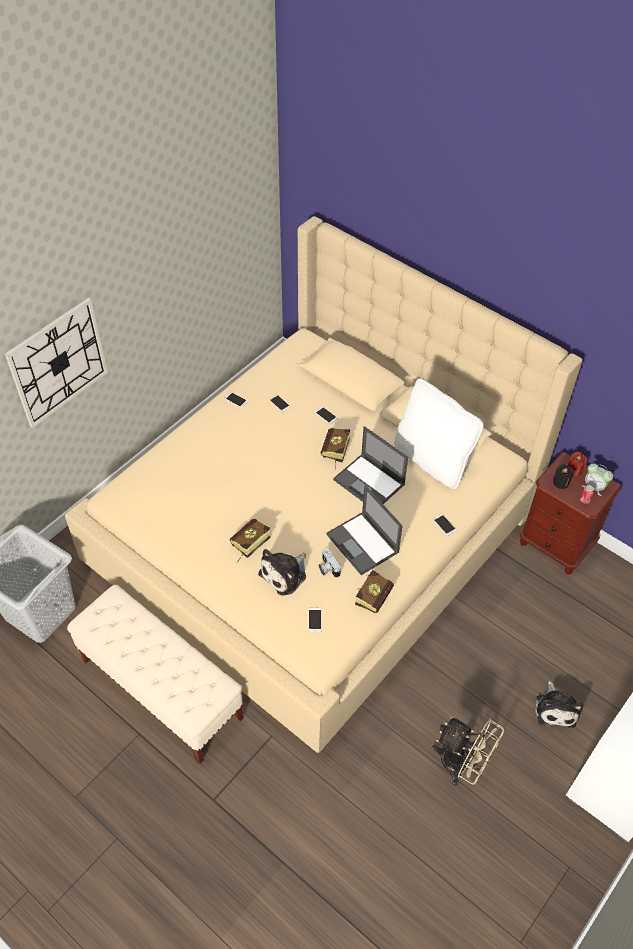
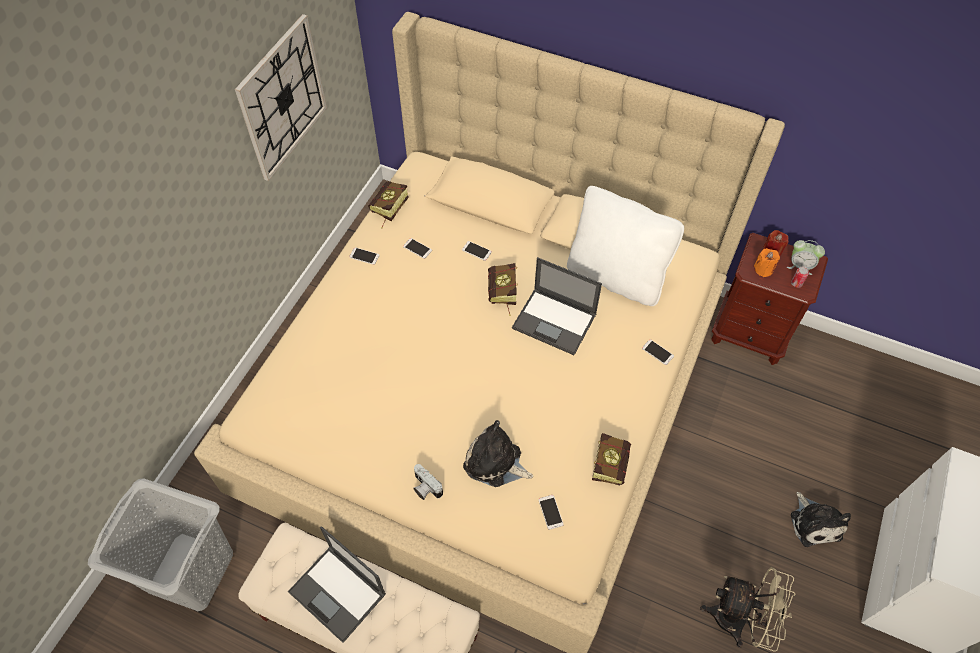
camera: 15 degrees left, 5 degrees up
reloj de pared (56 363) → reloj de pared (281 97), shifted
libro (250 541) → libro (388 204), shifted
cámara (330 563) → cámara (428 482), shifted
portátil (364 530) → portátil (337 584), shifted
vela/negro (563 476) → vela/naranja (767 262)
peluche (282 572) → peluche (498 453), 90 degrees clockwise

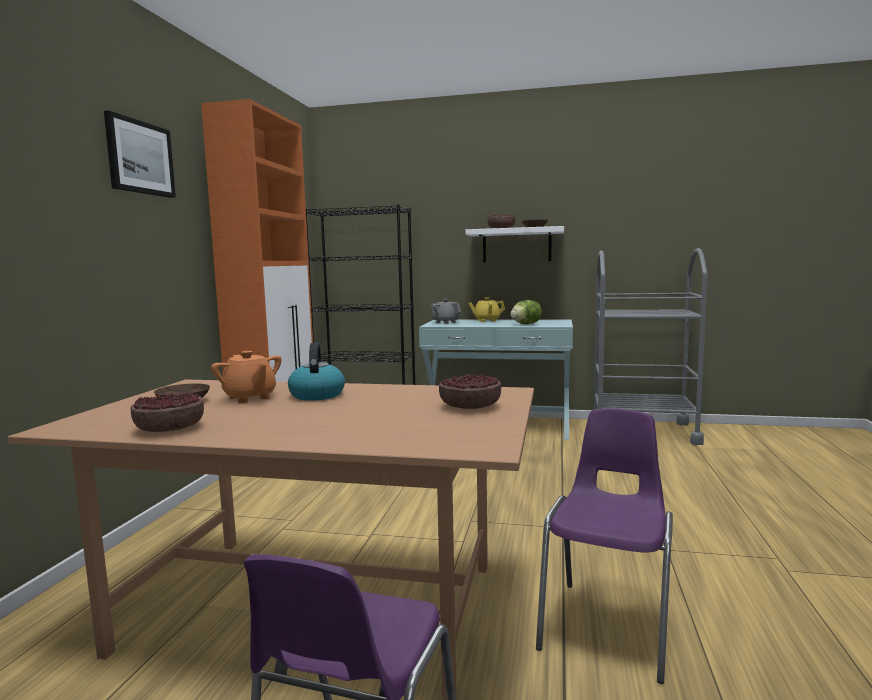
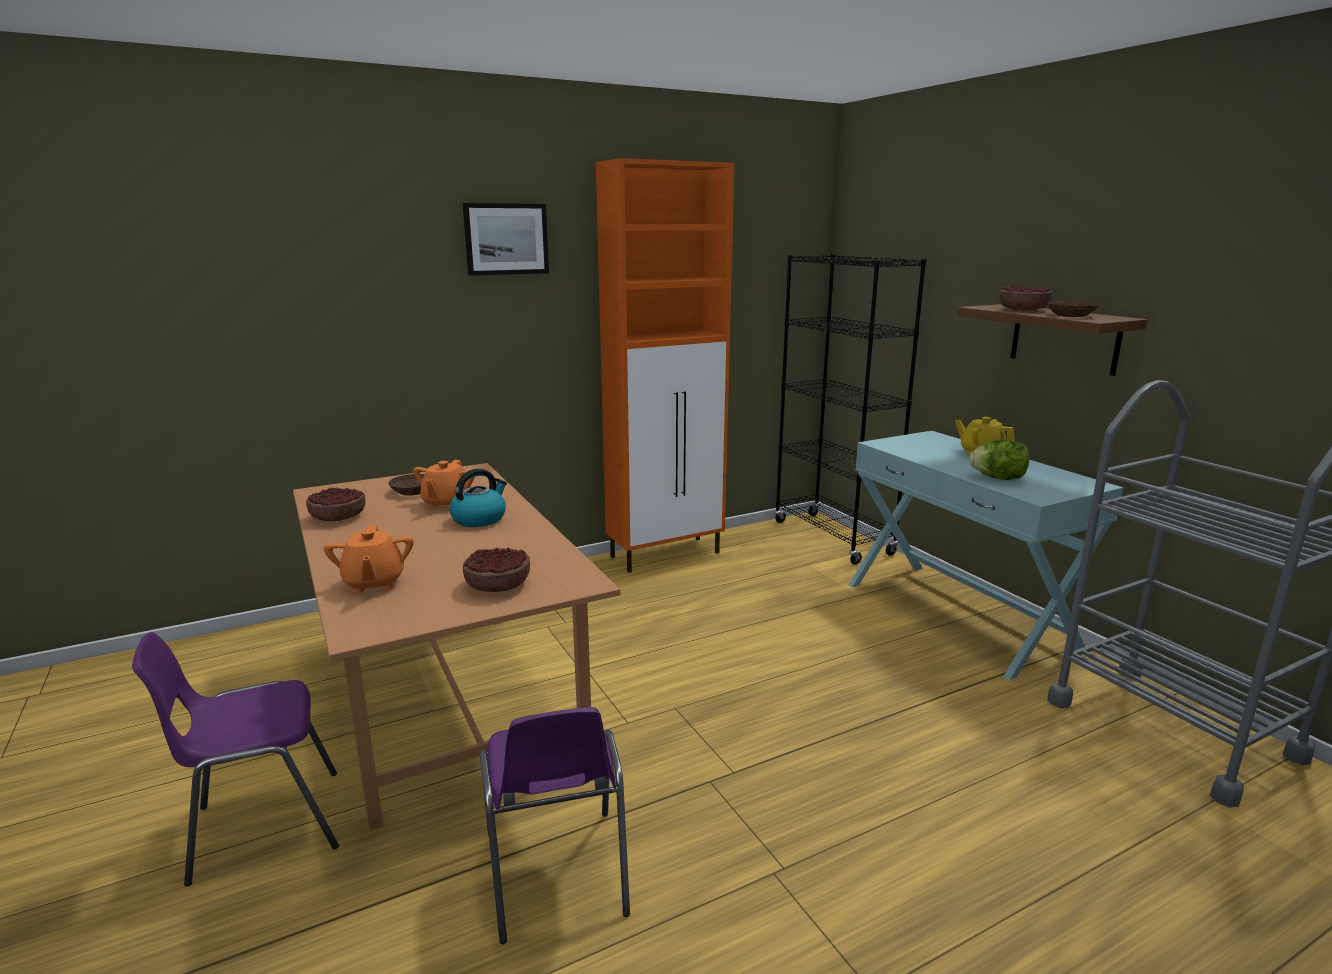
camera: 50 degrees right, 10 degrees up
tetera/gris (445 311) → -
- → tetera/naranja (368 559)
estante/blanco (514 244) → estante/marrón (1052 340)
silla/morado (604 546) → silla/morado (555 825), 90 degrees clockwise

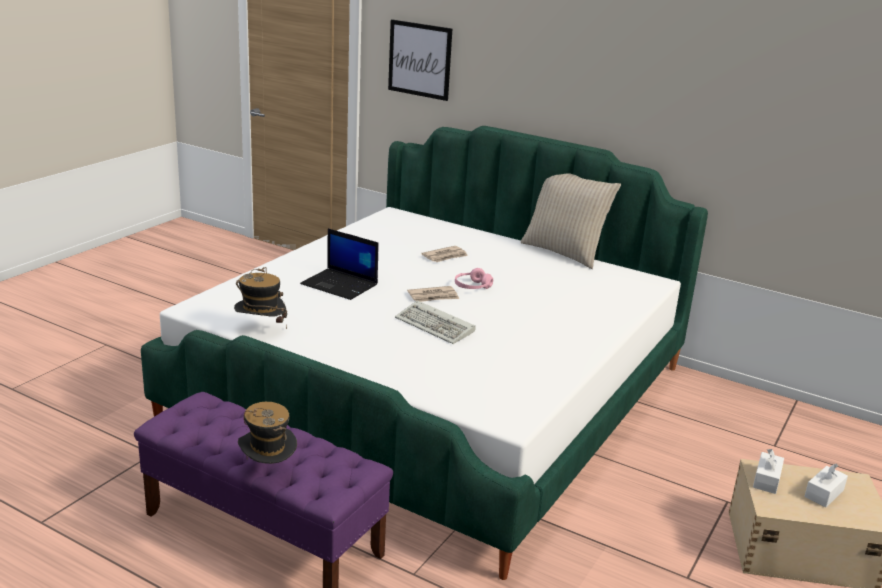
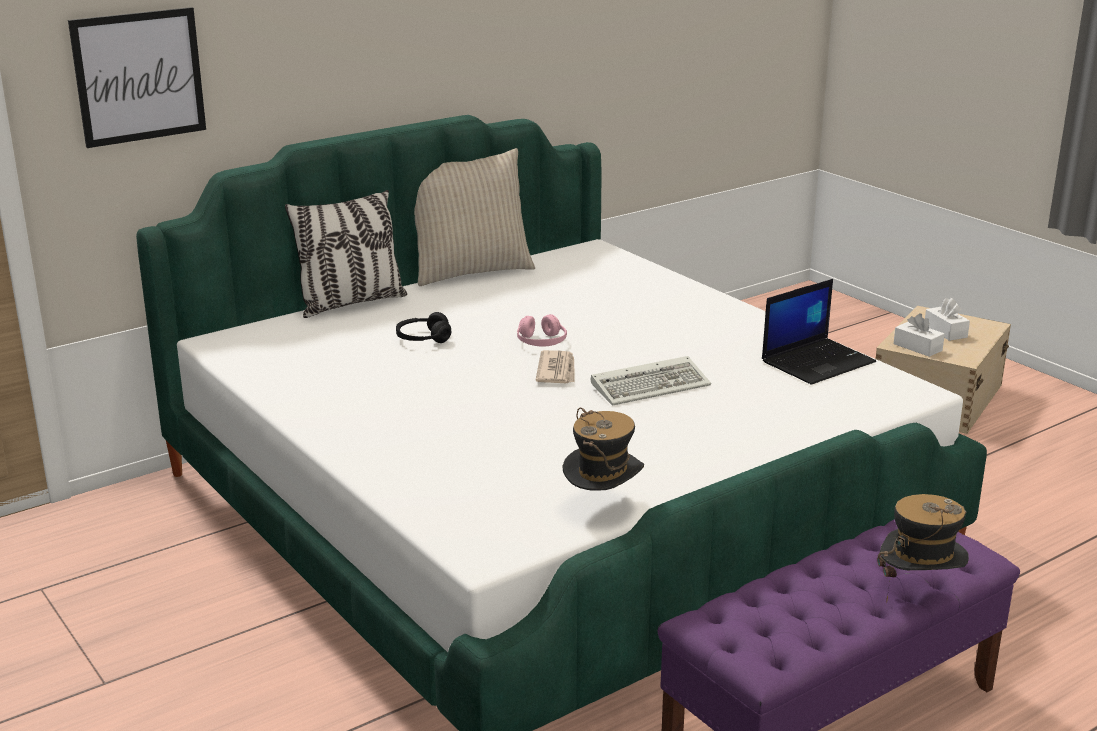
camera: 65 degrees left, 0 degrees up
- → cojín (346 254)
portátil (339 264) → portátil (819 332), shifted
periódico (444 254) → auriculares/negro (423 327)

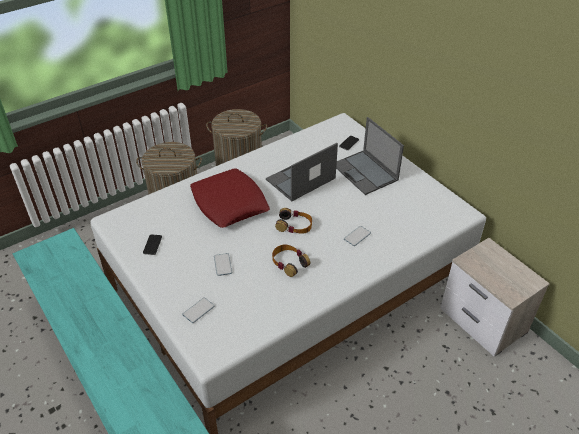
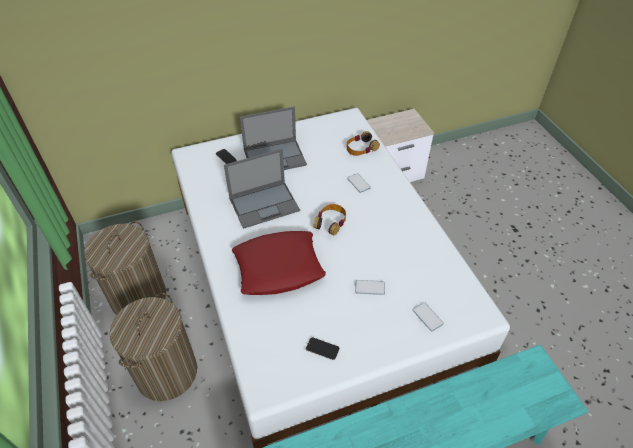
camera: 75 degrees left, 5 degrees up
auriculares (291 260) → auriculares (363 143), shifted
portátil (302 172) → portátil (262 189), 90 degrees counterclockwise

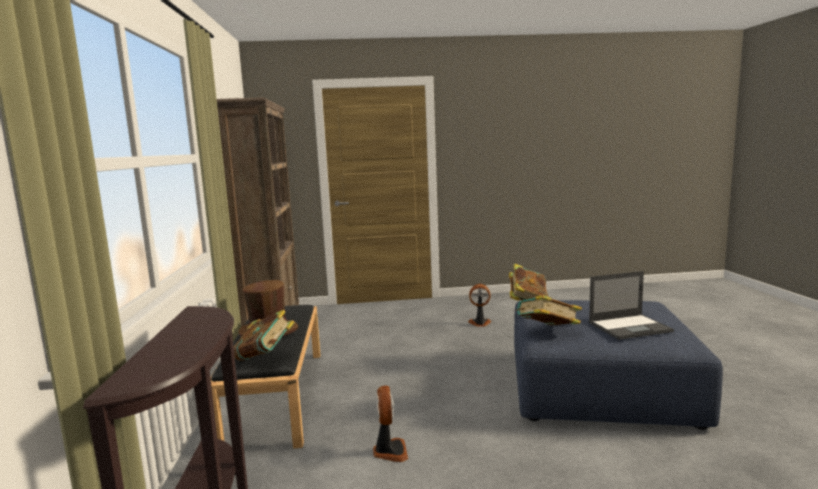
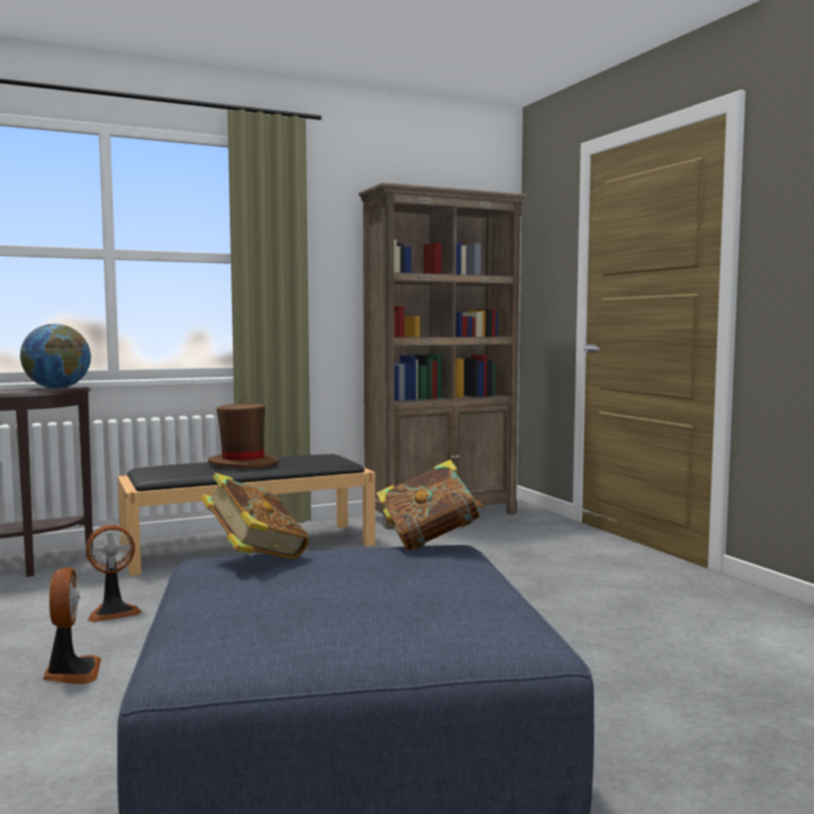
camera: 70 degrees right, 5 degrees down
libro (264 335) → -
portátil (631 305) → -
- → globo terráqueo (55 356)
ventilador (479 305) → ventilador (72 625), shifted

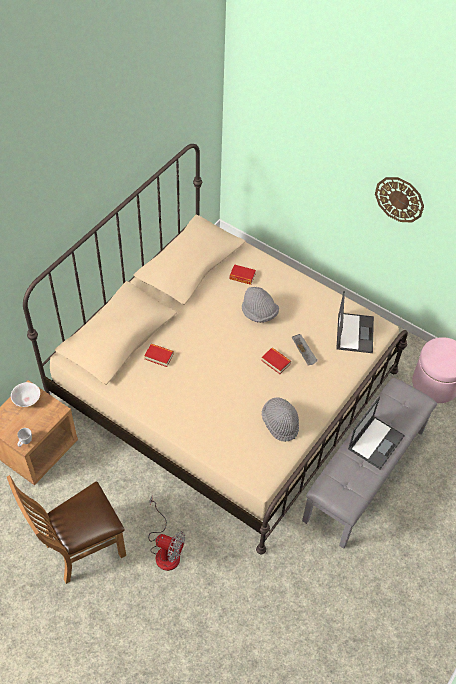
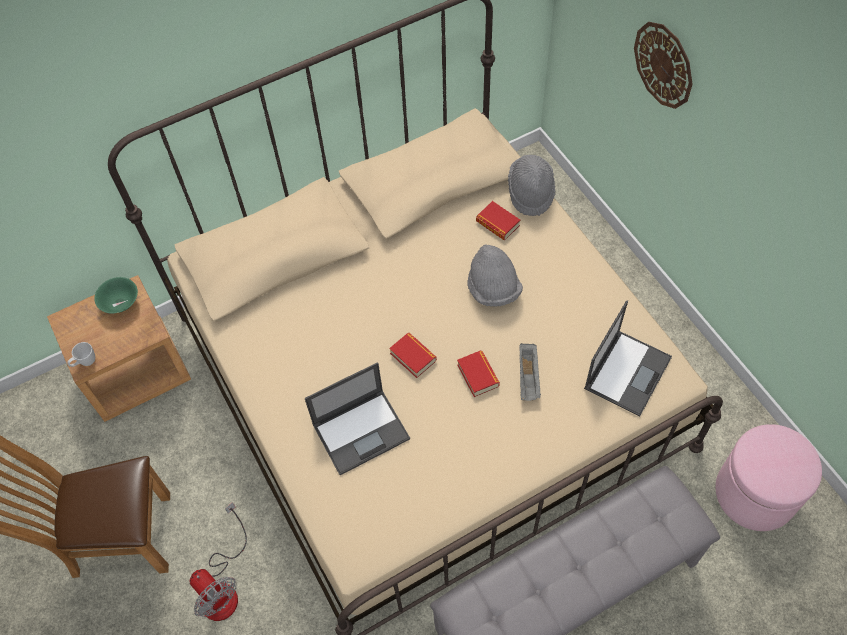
camera: 30 degrees right, 5 degrees up
libro (159 355) → libro (413 355), shifted
sombrero/gris (280 420) → sombrero/gris (531 185), shifted
portátil (376 433) → portátil (357 418), shifted
reloj de pared (399 199) → reloj de pared (663 65), shifted
cuenco/blanco (25 394) → cuenco/verde (116 295)

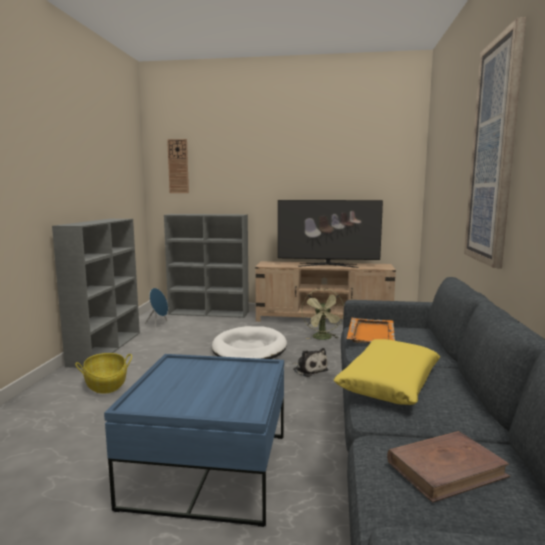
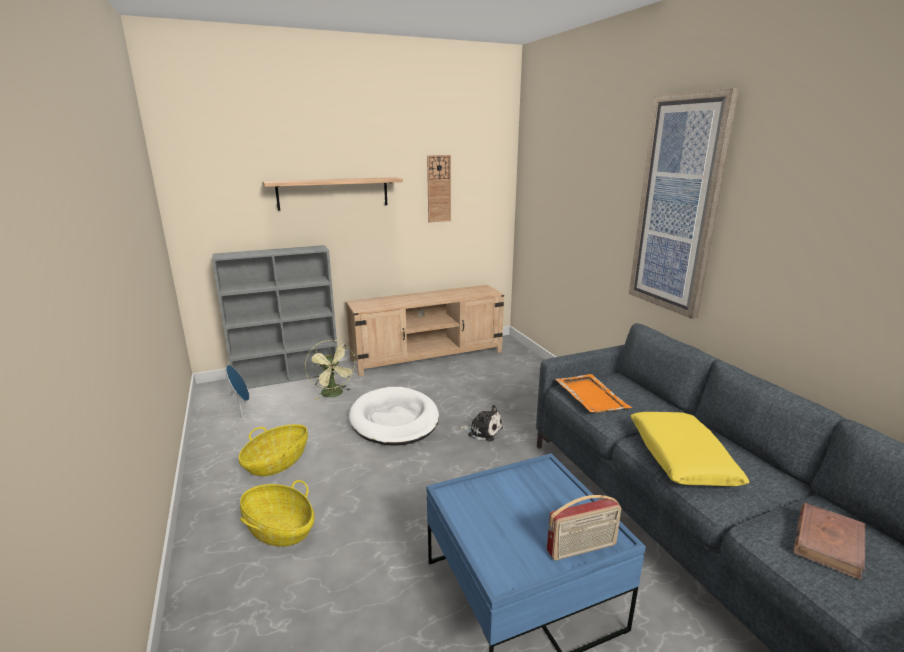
camera: 30 degrees left, 10 degrees up
estantería/gris (96 293) → -
televisor (330 234) → -
- → cesta (273 450)
- → estante (333 193)
- → radio (584 527)
reloj de pared (178 166) → reloj de pared (439 188), shifted
ventilador/verde (322 314) → ventilador/verde (331 370), shifted

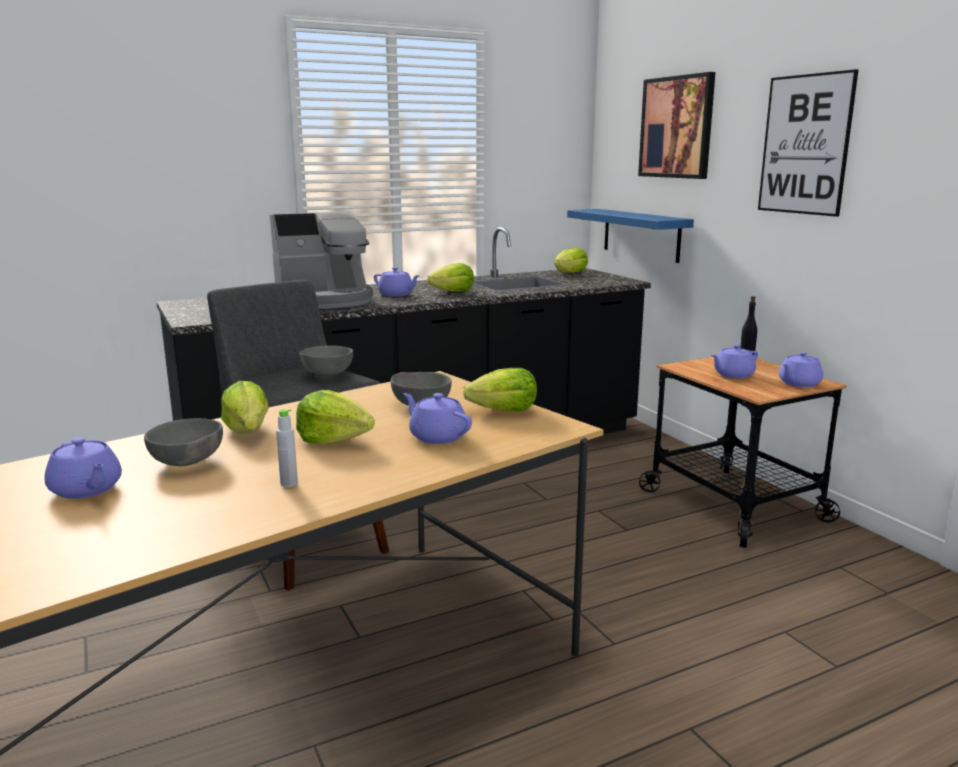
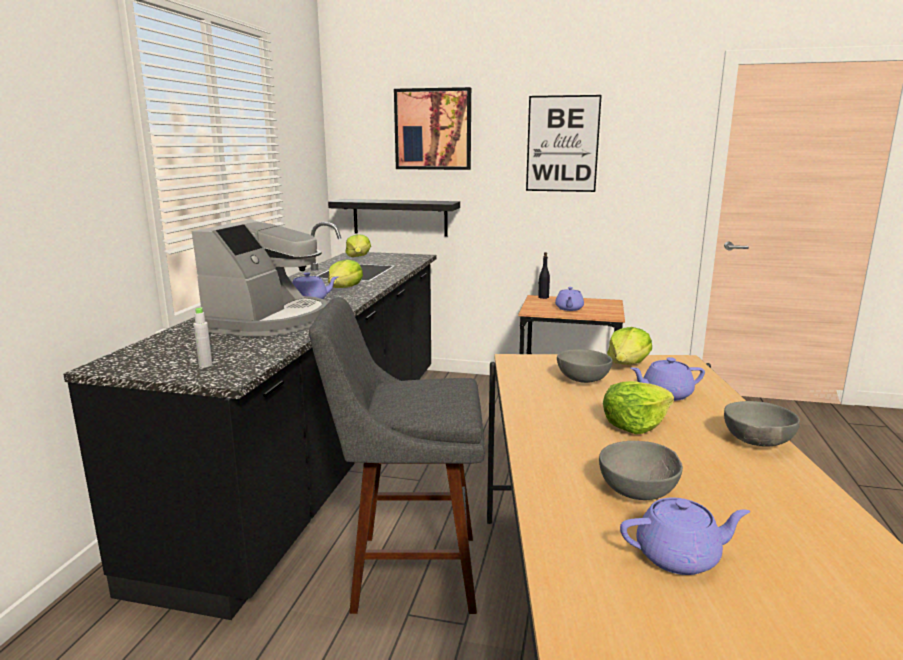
camera: 50 degrees left, 0 degrees up
lechuga (245 407) → -
tetera/morado (801 369) → -
botella/gris (287 448) → botella/gris (203 337), shifted
cuenco/gris (326 360) → cuenco/gris (762 423), shifted
estante/azul (630 236) → estante/negro (394 218)

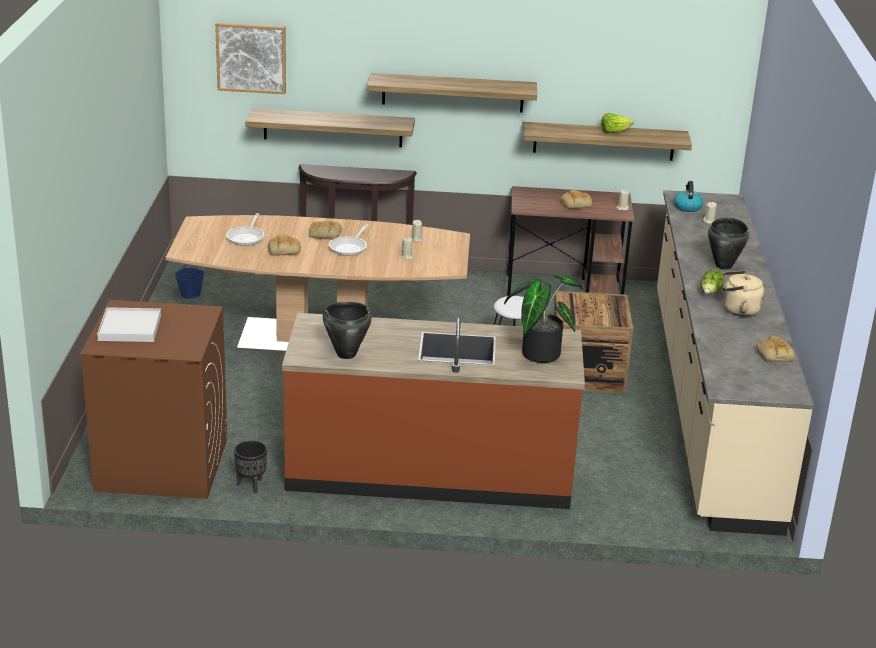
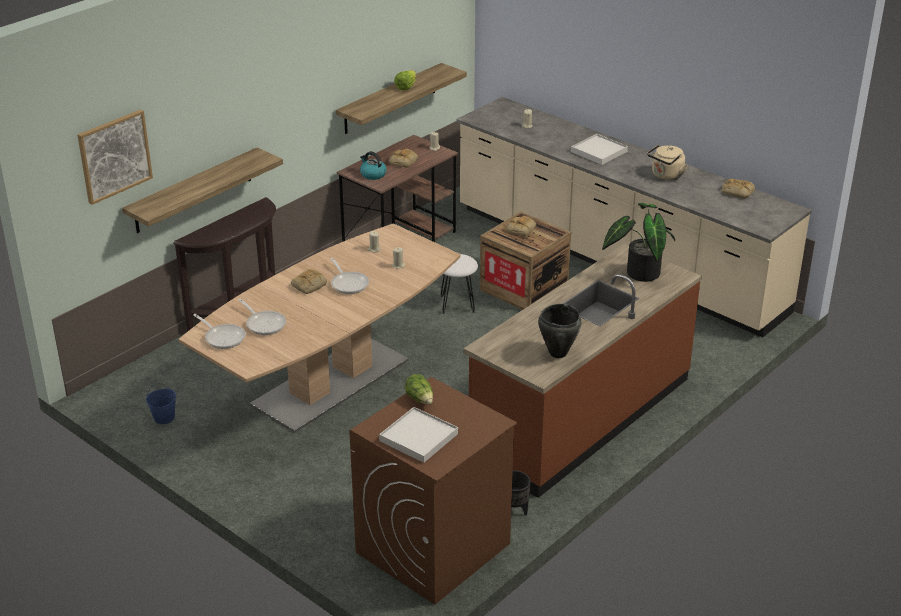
camera: 50 degrees left, 5 degrees up
estante (452 93) → -
- → sartén (219 331)
pan (284 245) → pan (521 226), shifted
hervidor (688 196) → hervidor (373 165), shifted
lechuga (712 281) → lechuga (419 389), shifted
olla/negro (728 243) → bandeja/blanco (599 149)

